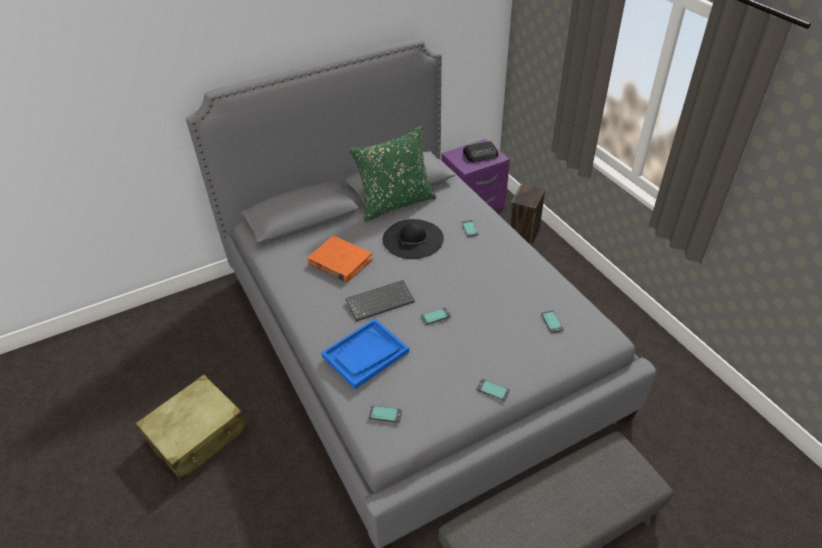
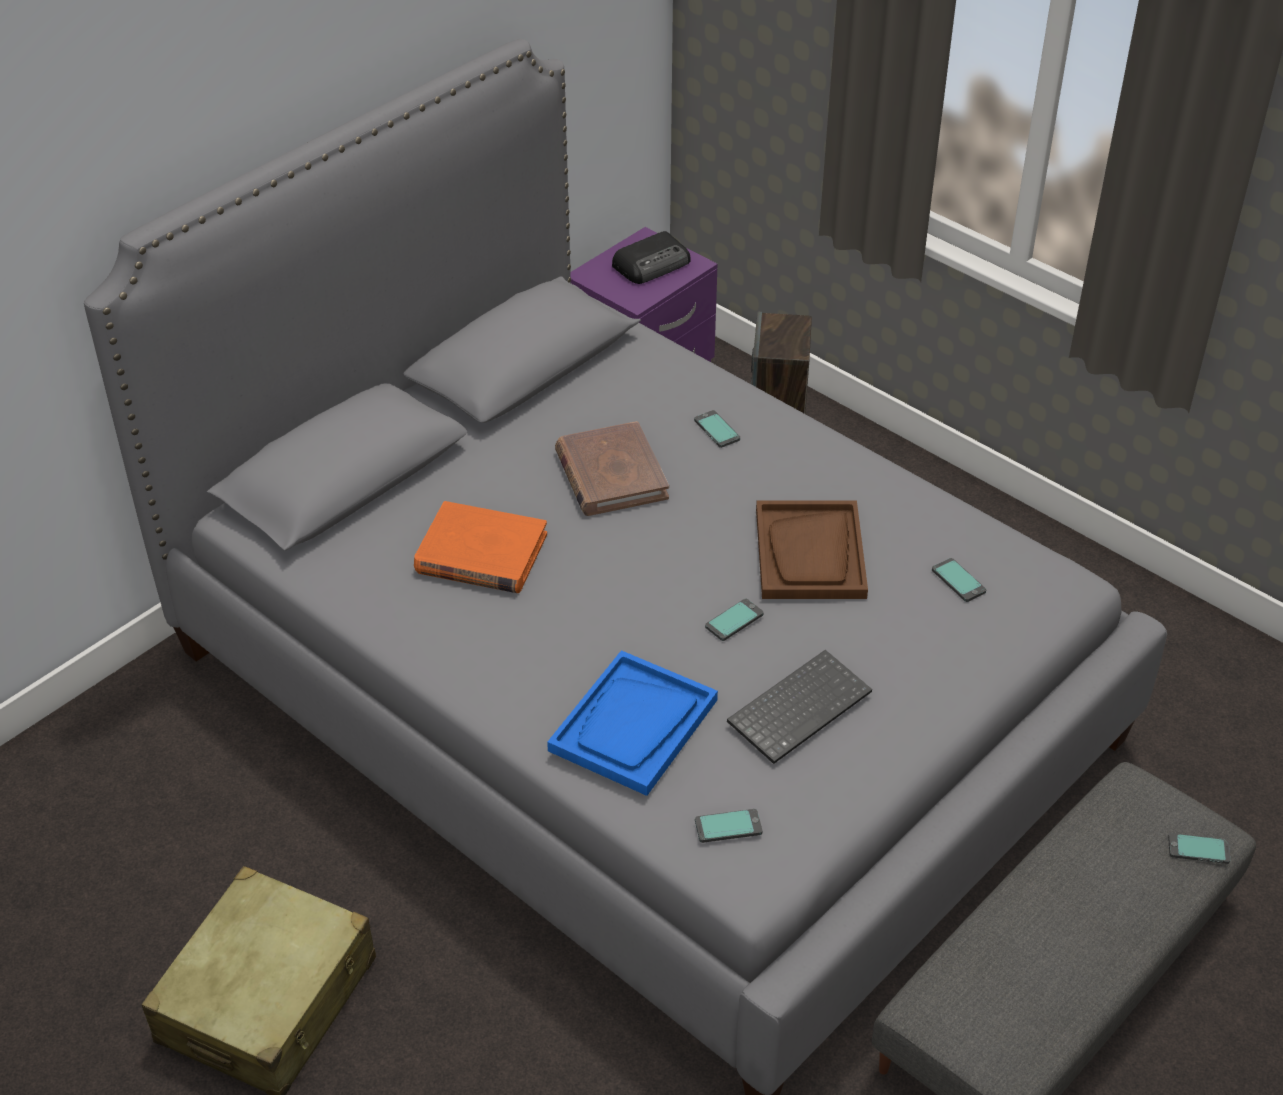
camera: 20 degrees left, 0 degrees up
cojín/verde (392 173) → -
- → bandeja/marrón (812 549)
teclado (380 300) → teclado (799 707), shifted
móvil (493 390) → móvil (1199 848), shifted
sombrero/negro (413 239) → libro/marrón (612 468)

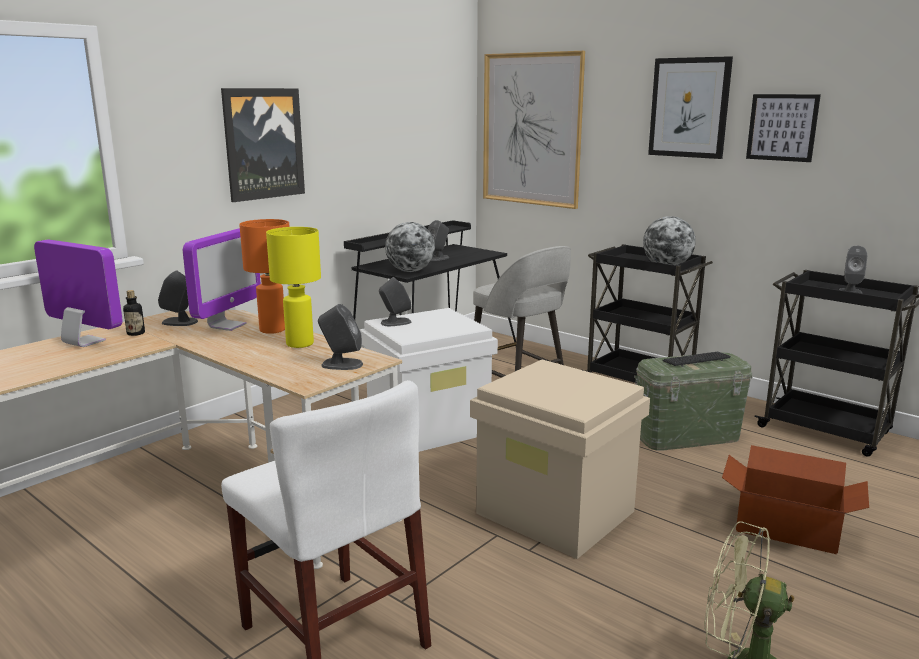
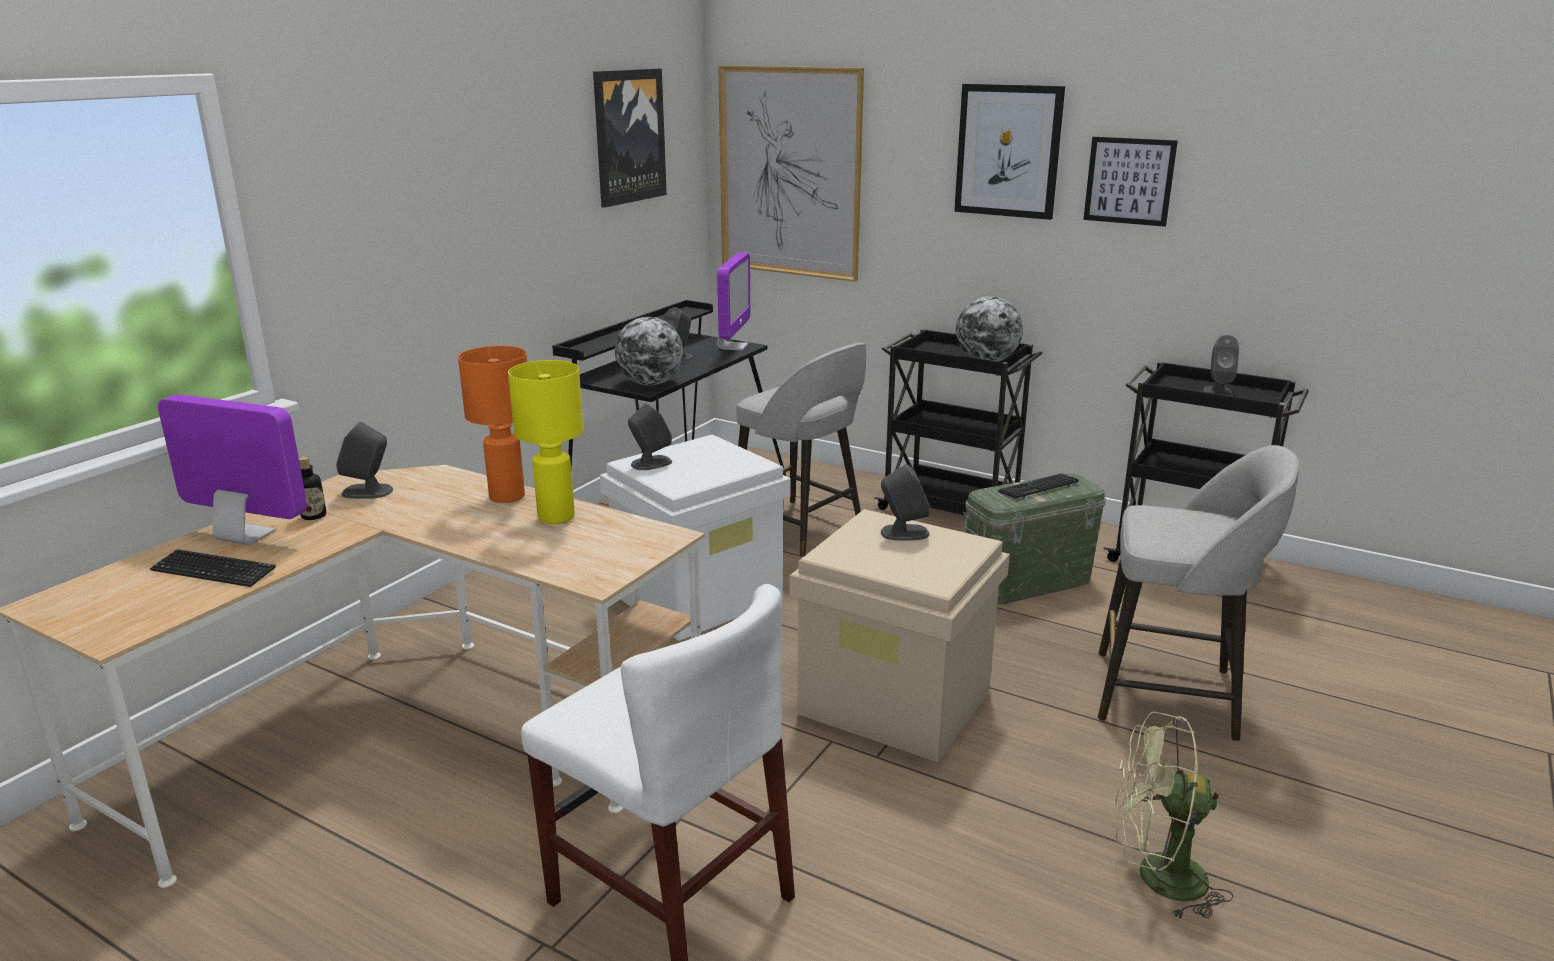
camera: 10 degrees left, 5 degrees up
- → teclado (213 568)
monitor (222 279) → monitor (733 301), shifted
cuadro (263 145) → cuadro (630 138), shifted
altavoz/gris (340 337) → altavoz/gris (905 502), shifted
caja de cartón (795 499) → taburete/gris (1198 593)

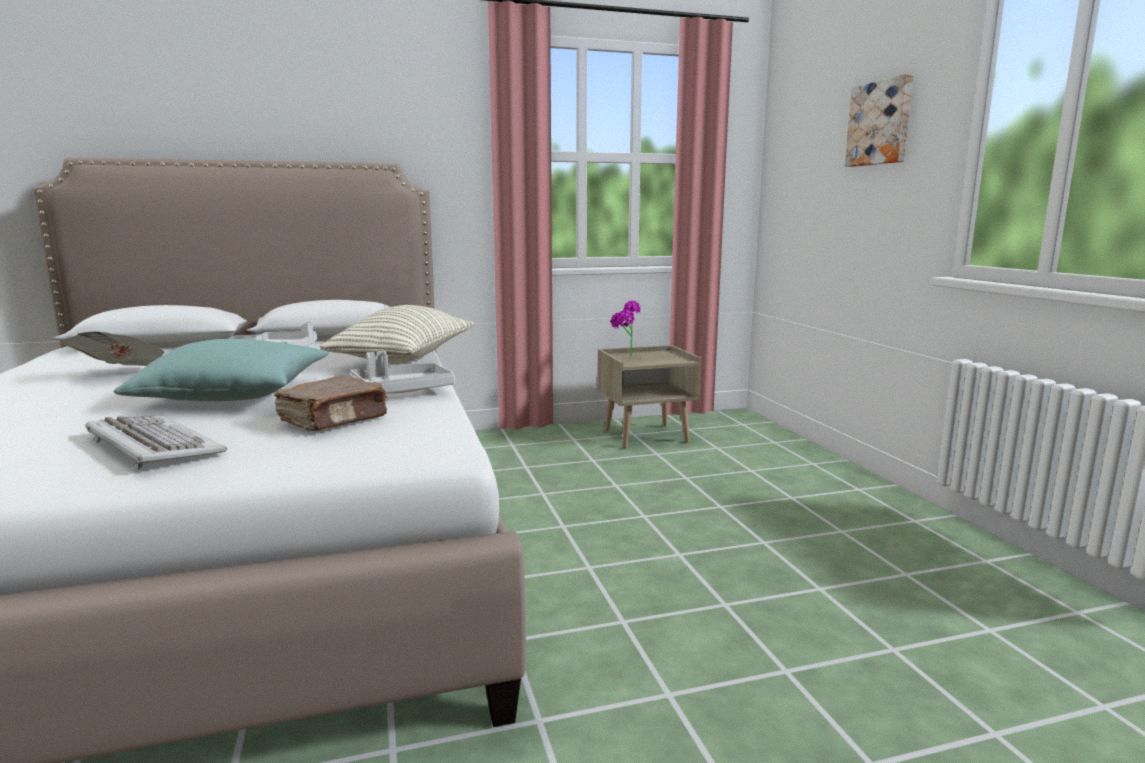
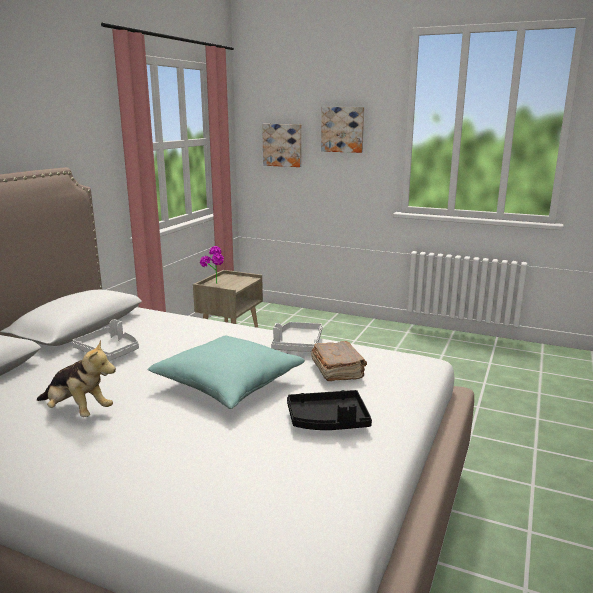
camera: 50 degrees left, 5 degrees up
cojín (397 334) → -
- → cuadro (282 145)
periódico (112 349) → peluche (76 378)
teclado (156 442) → bandeja/negro (329 410)

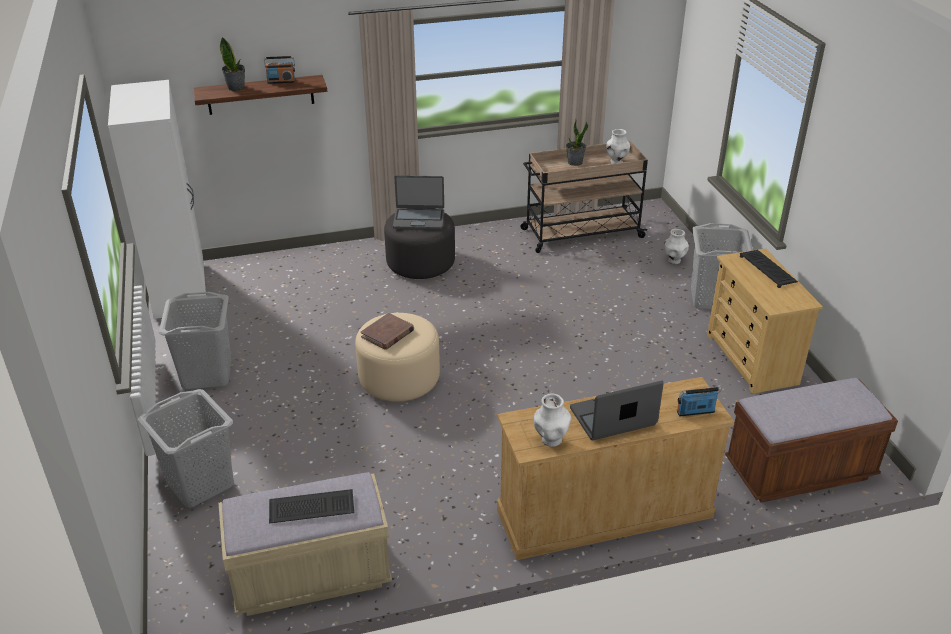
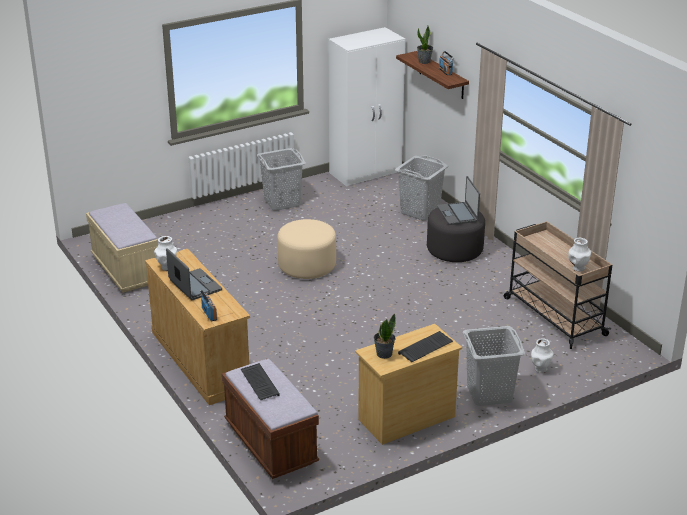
camera: 75 degrees right, 5 degrees down
libro/marrón (387 331) → -
cesto de la ropa/gris (186 448) → cesto de la ropa/gris (421 187), shifted
teclado (311 506) → teclado (260 381), shifted
planta en maceta (577 143) → planta en maceta (385 336), shifted

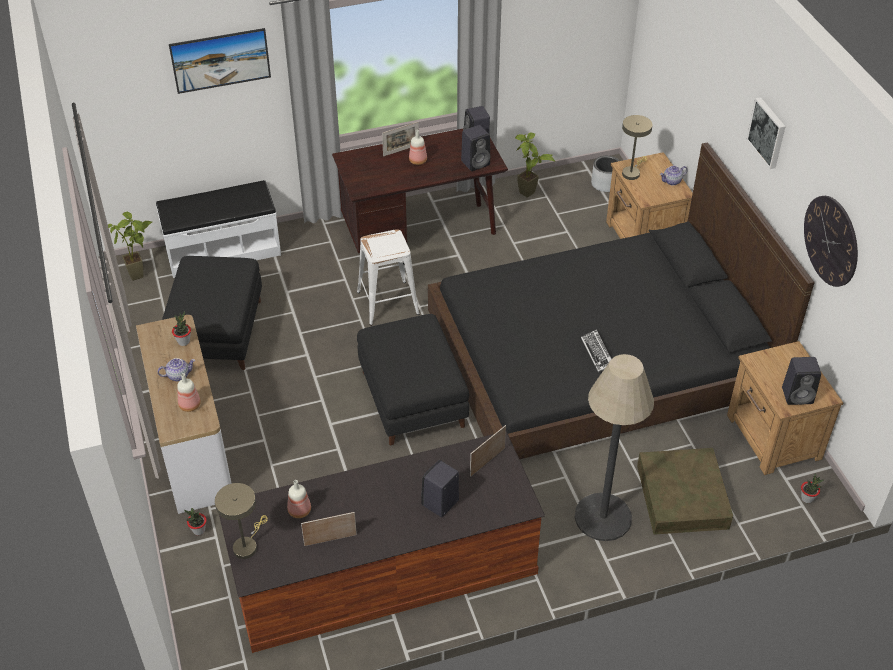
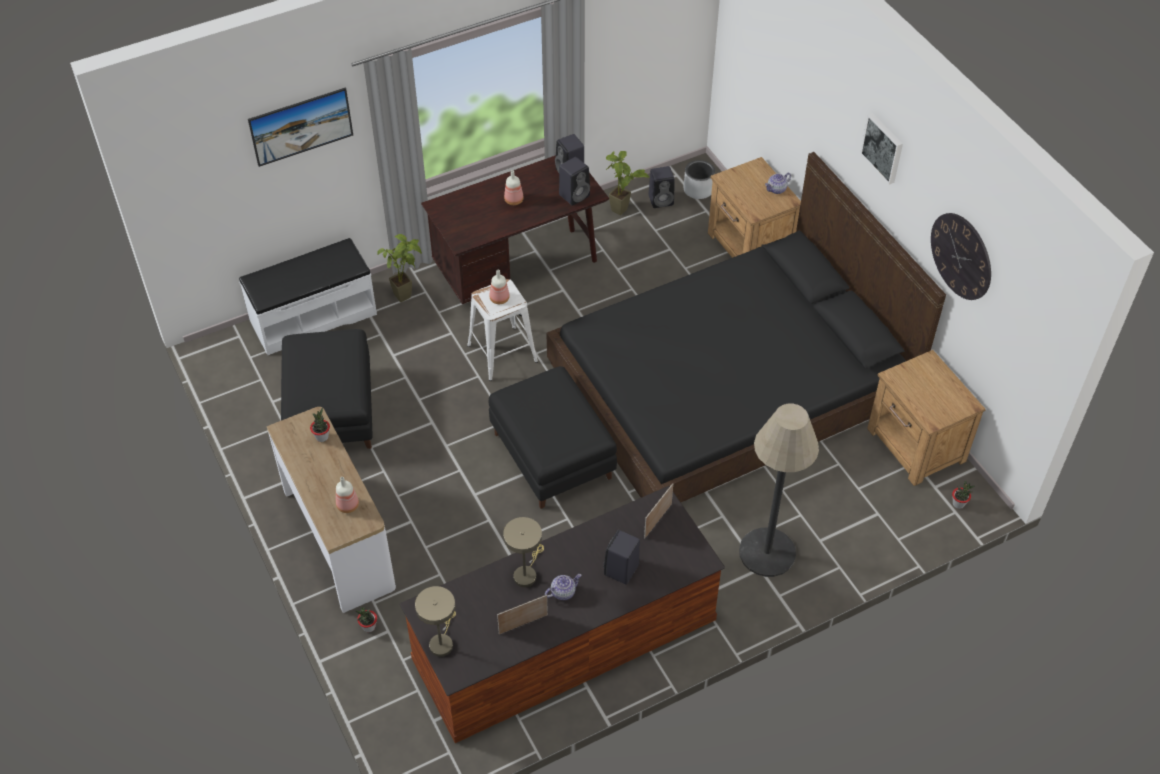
camera: 10 degrees left, 5 degrees up
portarretratos (400 139) → -
teclado (596 350) → -
caja de almacenaje/marrón (685 491) → -
planta en maceta (130 246) → planta en maceta (399 268), shifted
tetera (176 369) → tetera (563 587), shifted
botella (299 499) → botella (499 287), shifted
lámpara de mesa/beis (637 147) → lámpara de mesa/beis (523 552), shifted
altavoz/negro (801 381) → altavoz/negro (661 187), shifted

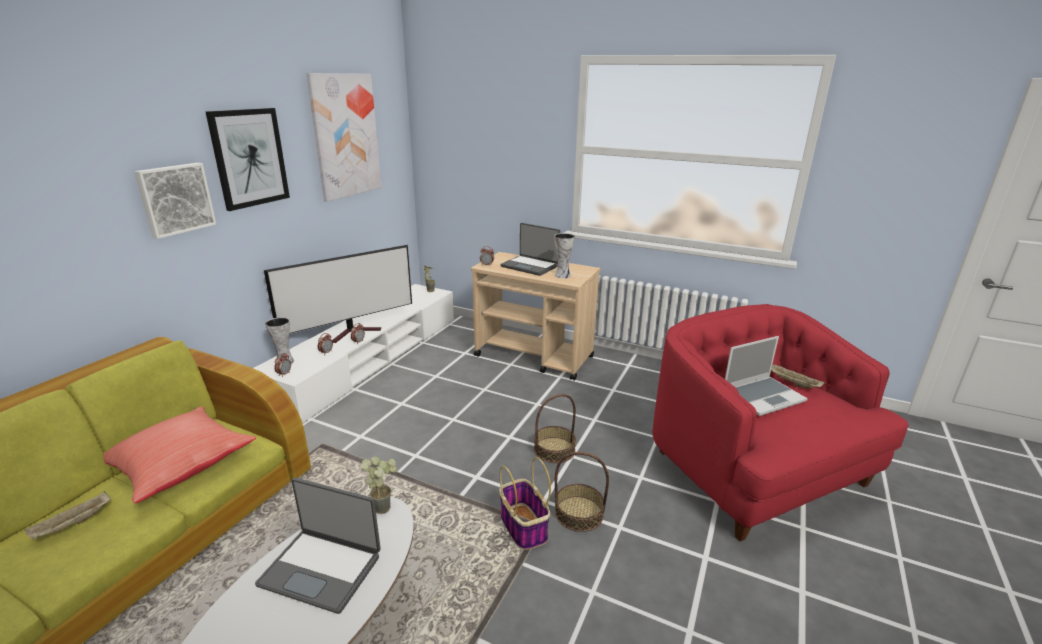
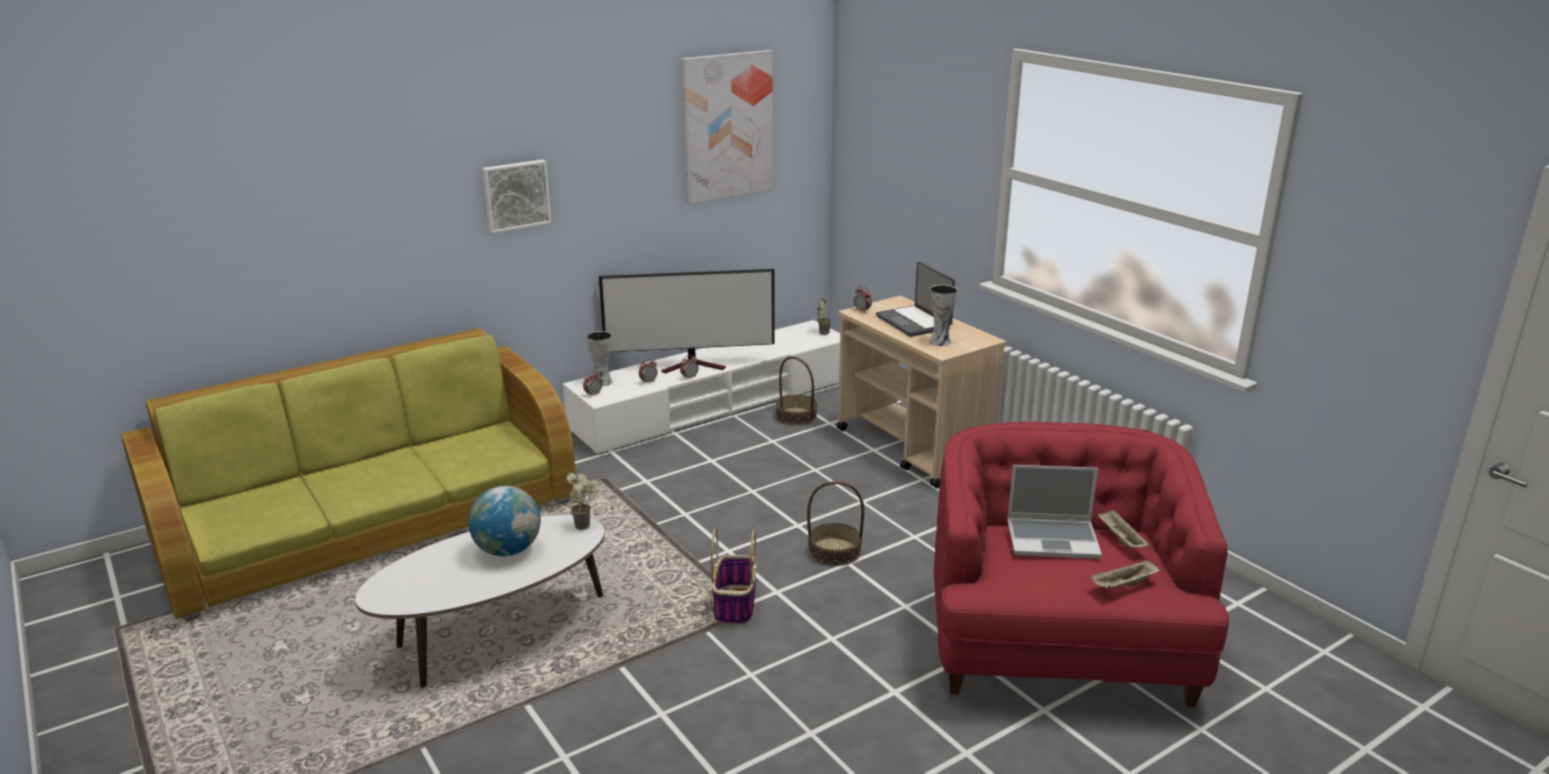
camera: 30 degrees right, 0 degrees up
cojín/rojo (179 454) → -
cuadro (248 159) → -
bandeja/beis (67 515) → bandeja/beis (1125 574), shifted
cesta (582 492) → cesta (796 391), shifted
portátil (318 546) → globo terráqueo (504 521)

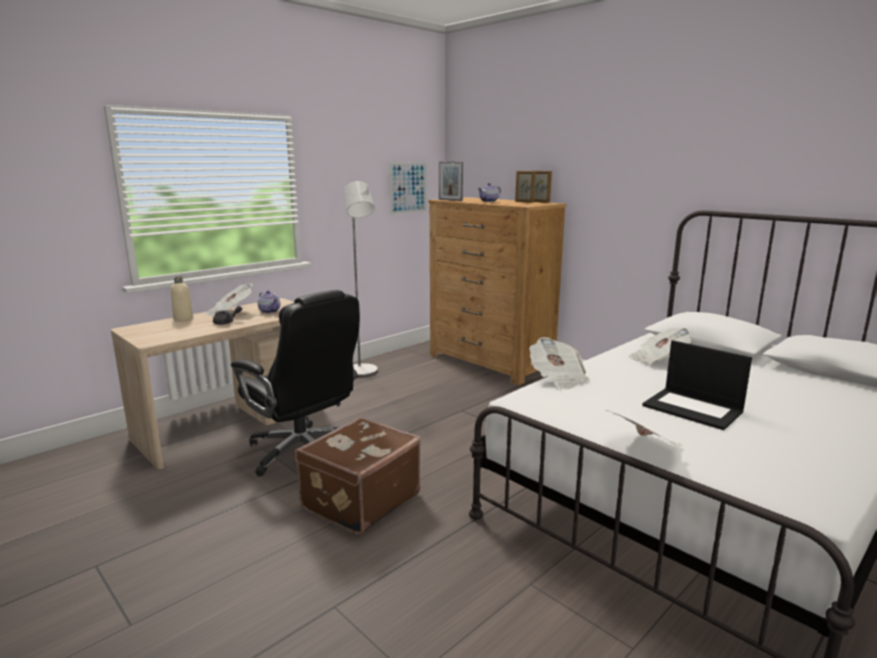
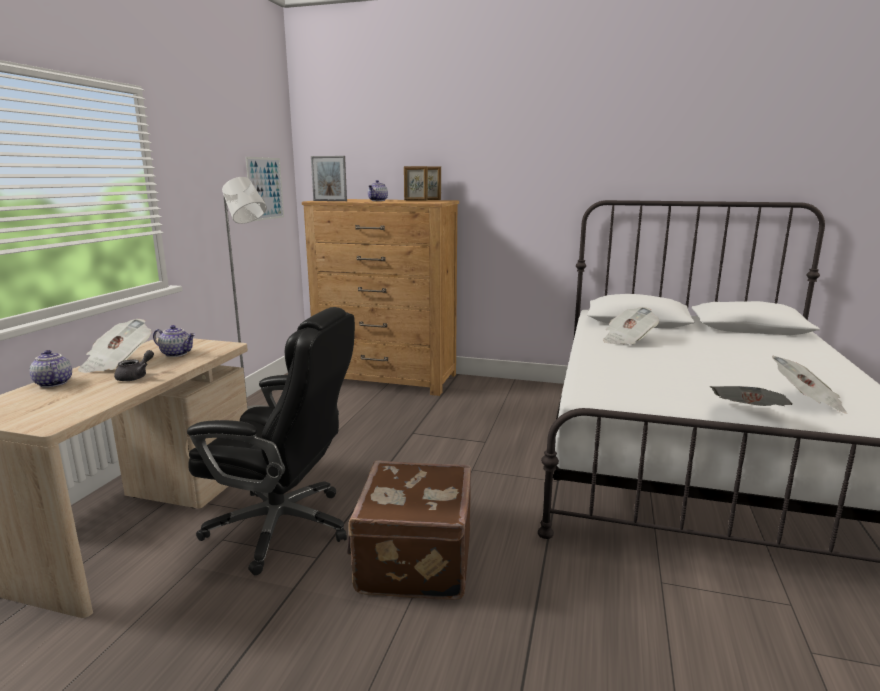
camera: 30 degrees left, 0 degrees up
portátil (697 385) → -
periódico (558 363) → periódico (810 385), shifted
botella/beis (182 298) → tetera (51 368)

